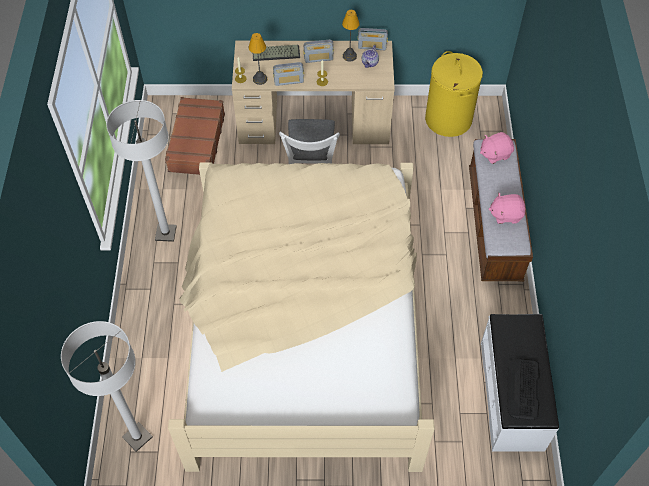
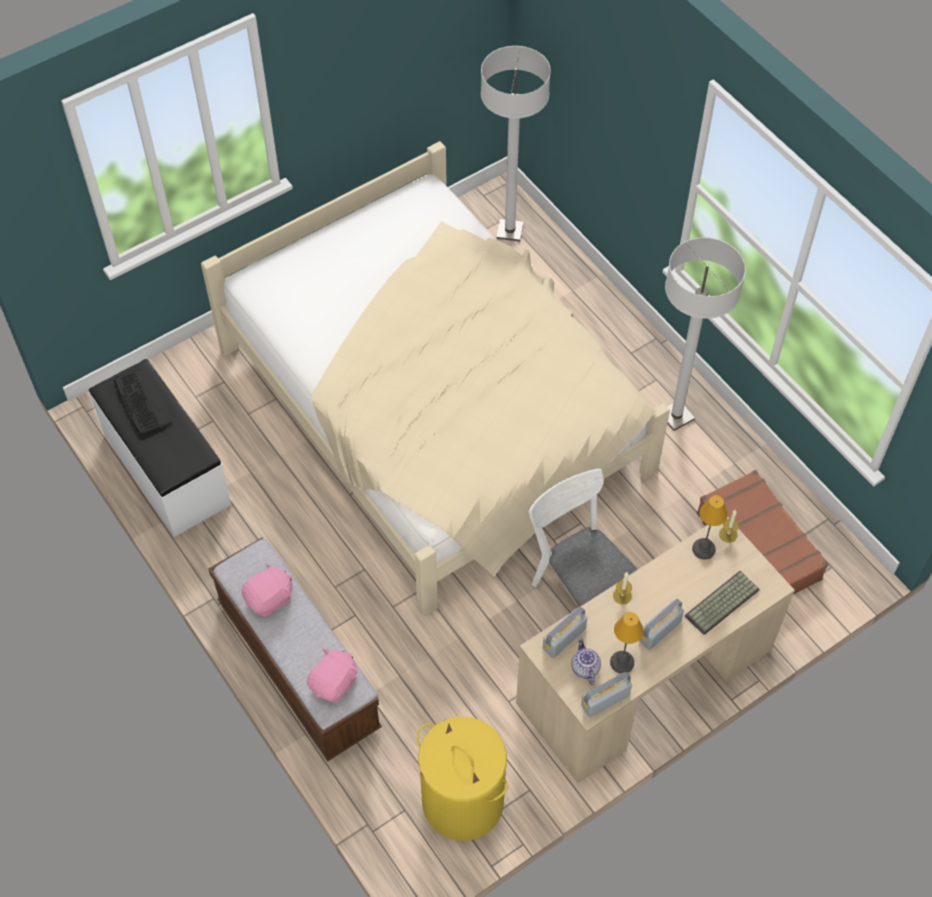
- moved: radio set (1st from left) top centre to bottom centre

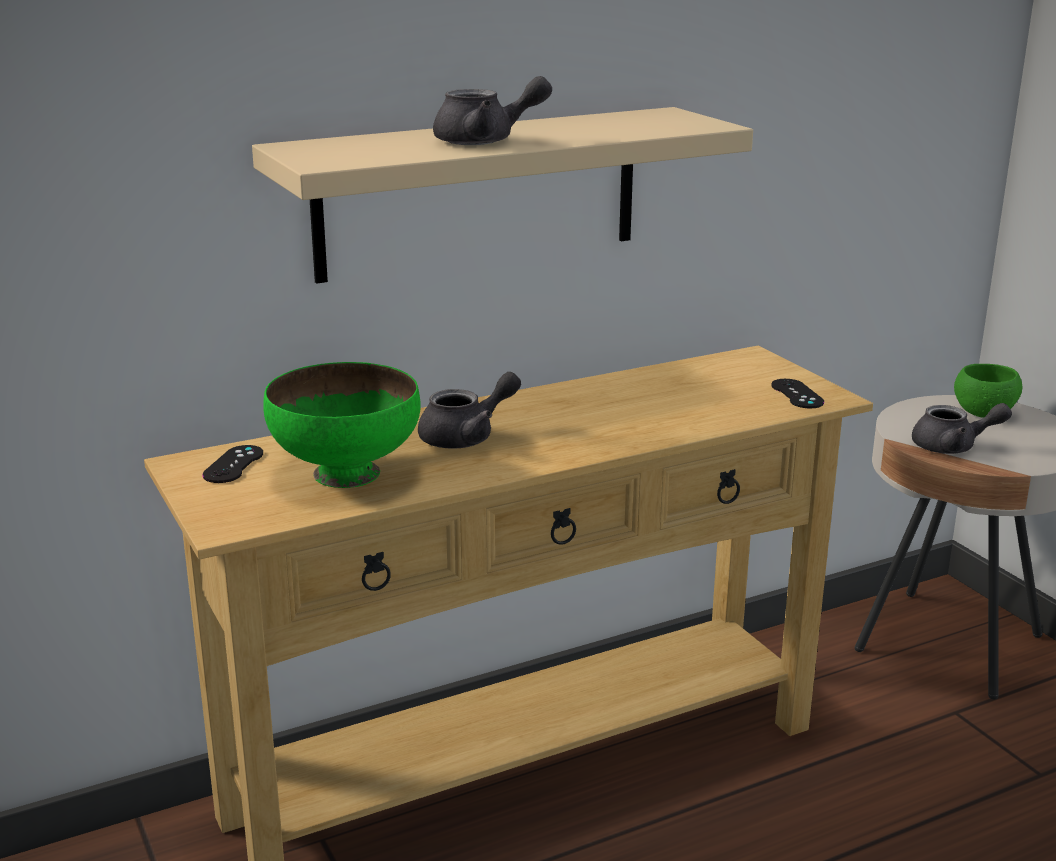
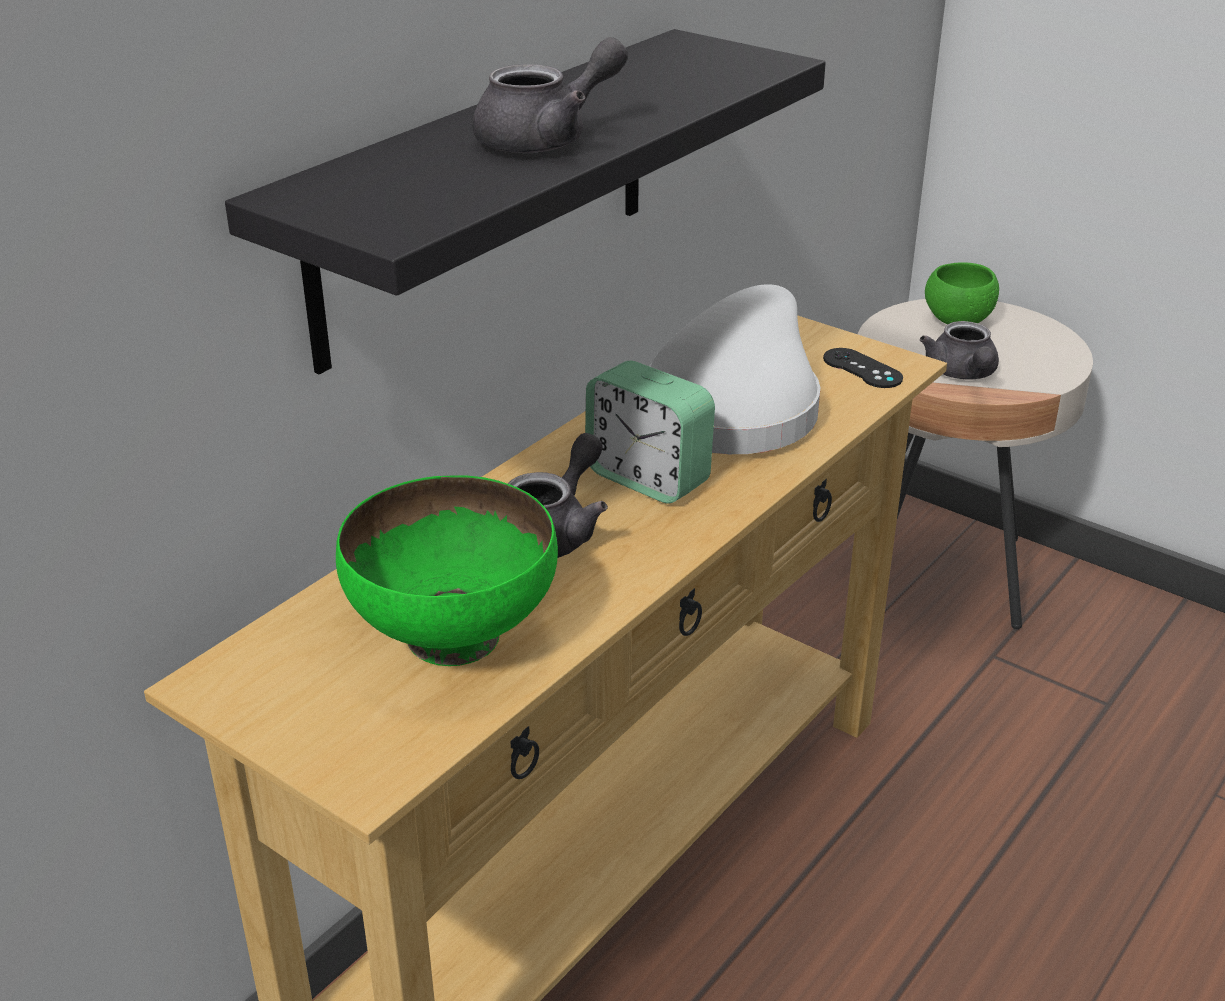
- recoloured: bracket shelf (beige) top centre to bracket shelf (black-coloured) top centre
- turned: pot for tea (gray) (3rd from left) middle right = middle right 105 degrees clockwise
- removed: joypad (black-coloured) (1st from left) middle left
- added: clothing hat (white) centre
- added: table clock centre

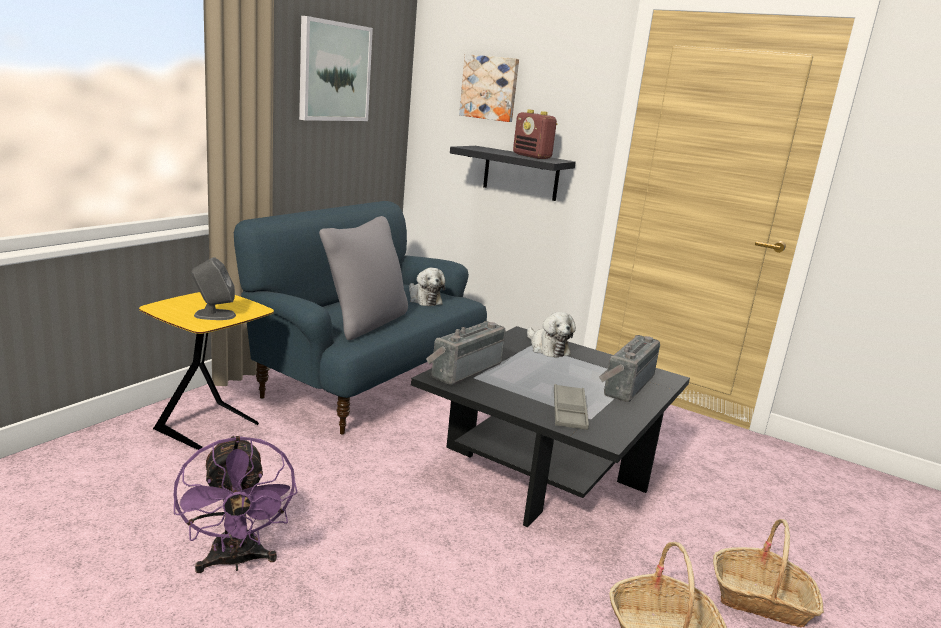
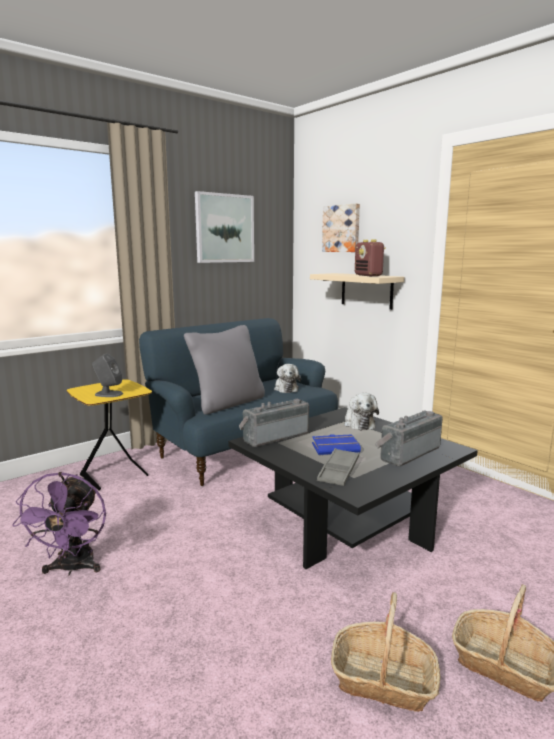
- recoloured: bracket shelf (black-coloured) top centre to bracket shelf (beige) centre
- added: volume (bluish) centre

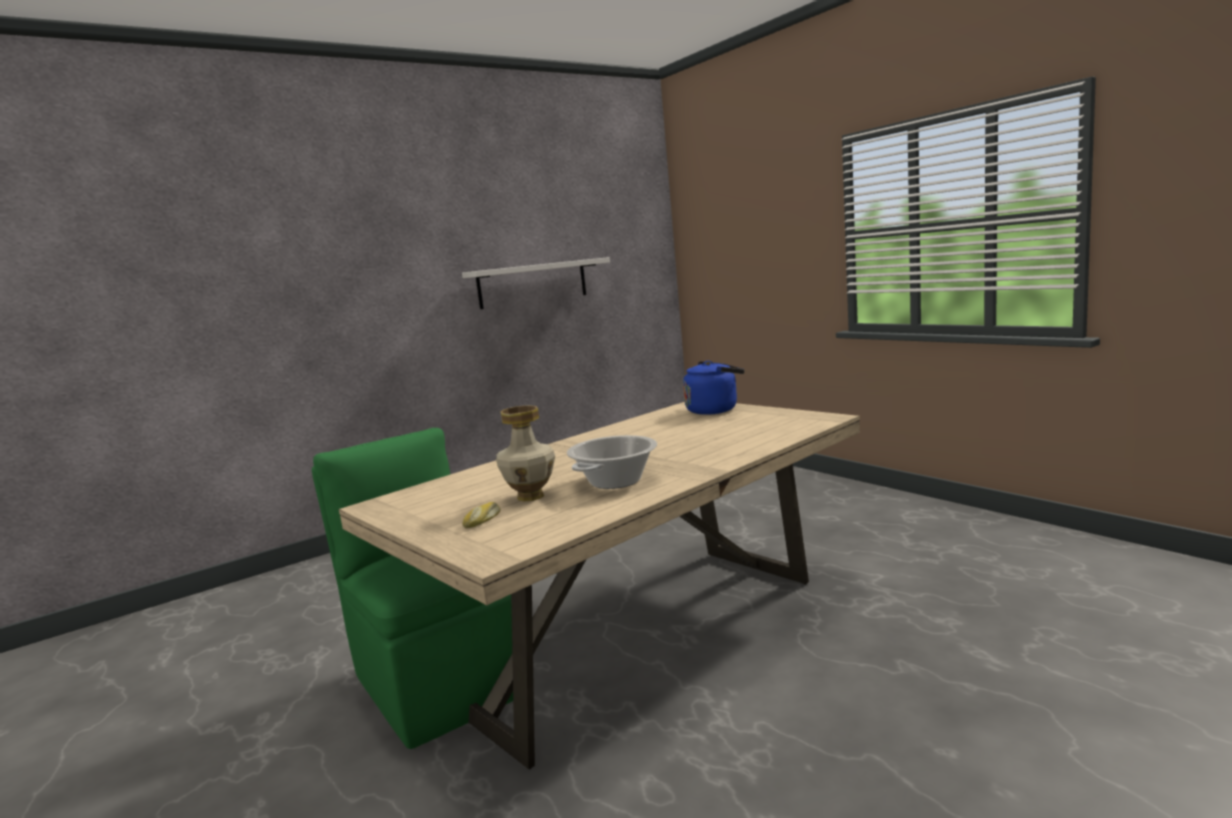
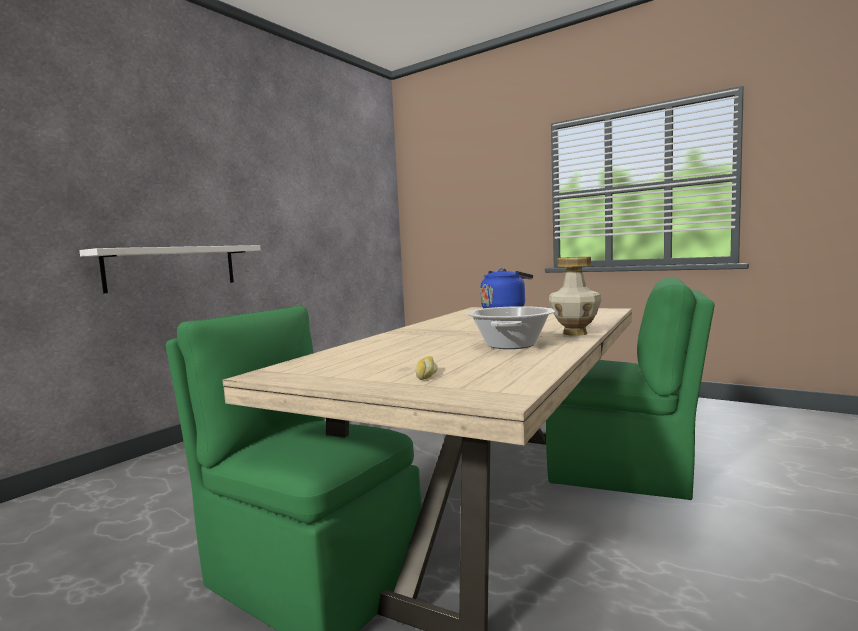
- moved: bracket shelf (white) centre to middle left
- moved: decorative vase centre to middle right
- added: plain chair (green-coloured) (2nd from left) middle right

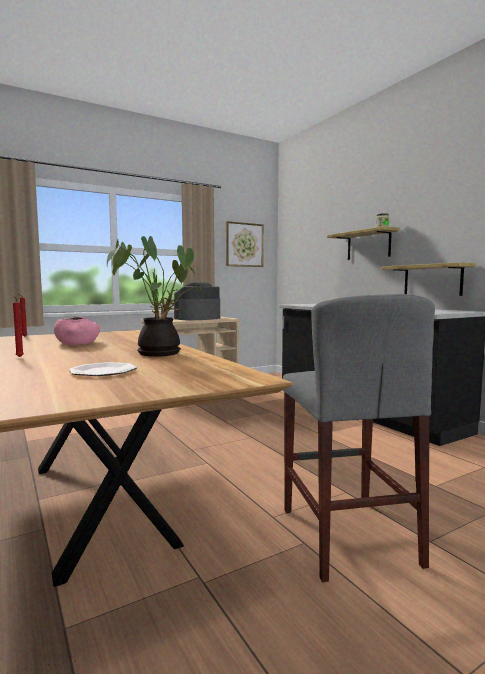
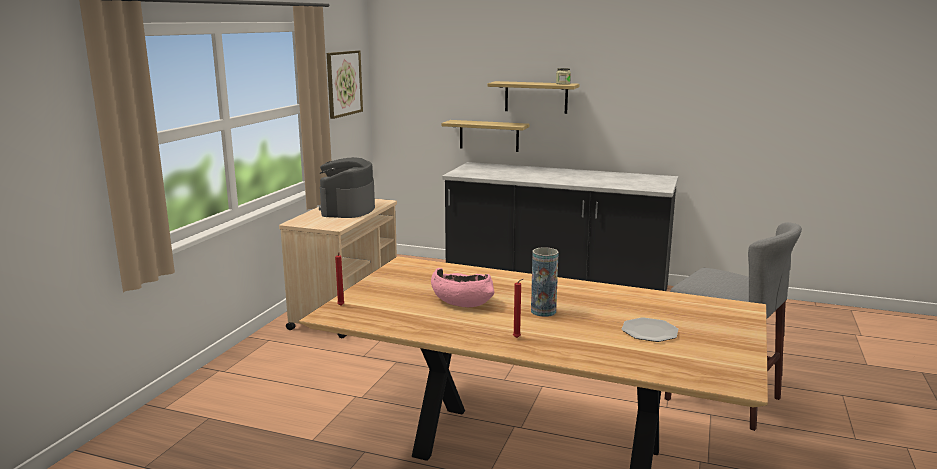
- removed: potted plant middle left
- moved: bracket shelf (2nd from left in the first image) middle right to bracket shelf (1st from left) top centre
- added: decorative vase centre

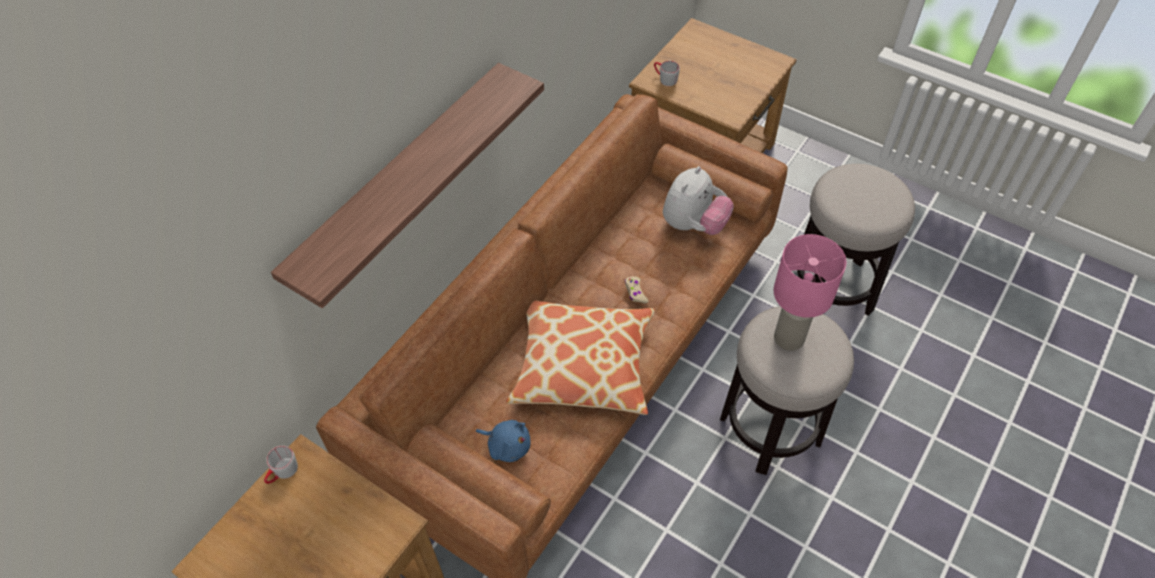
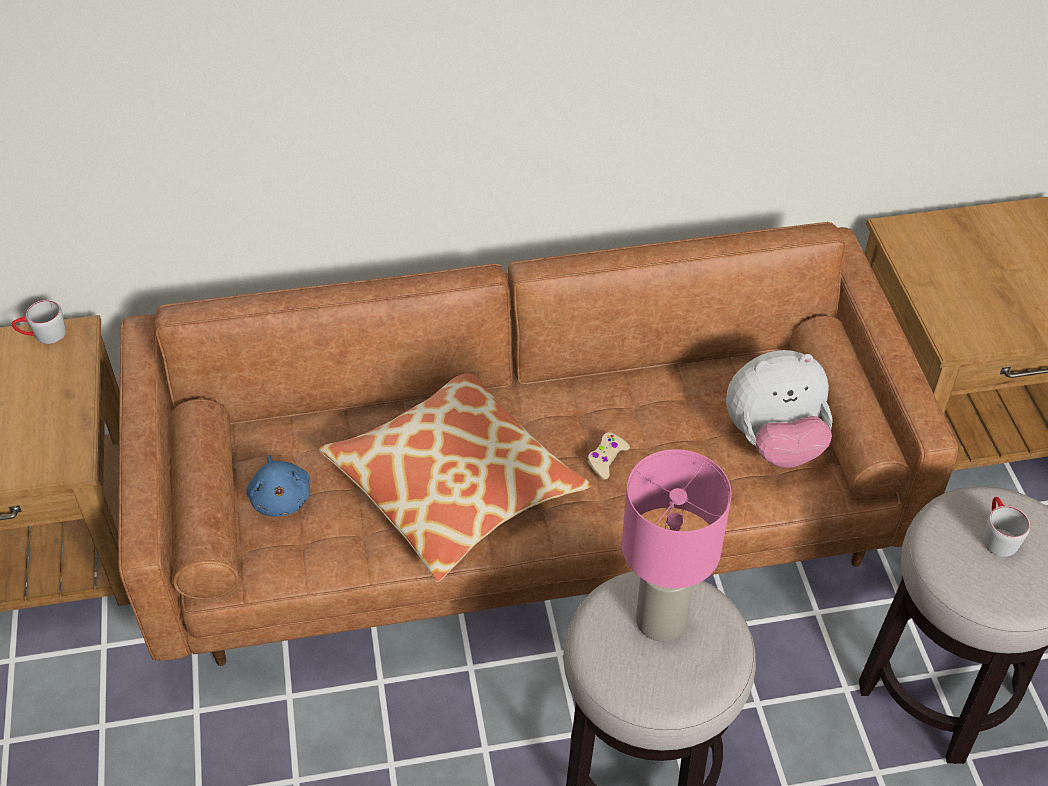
- moved: tea mug (gray) (2nd from left) top centre to bottom right
- removed: bracket shelf top centre

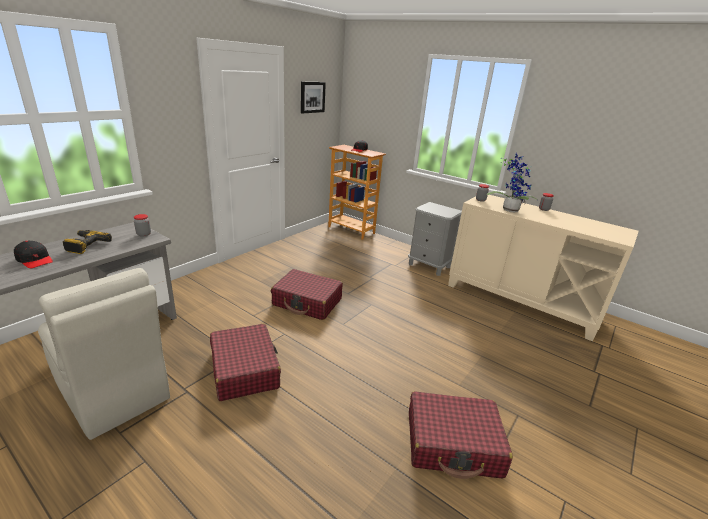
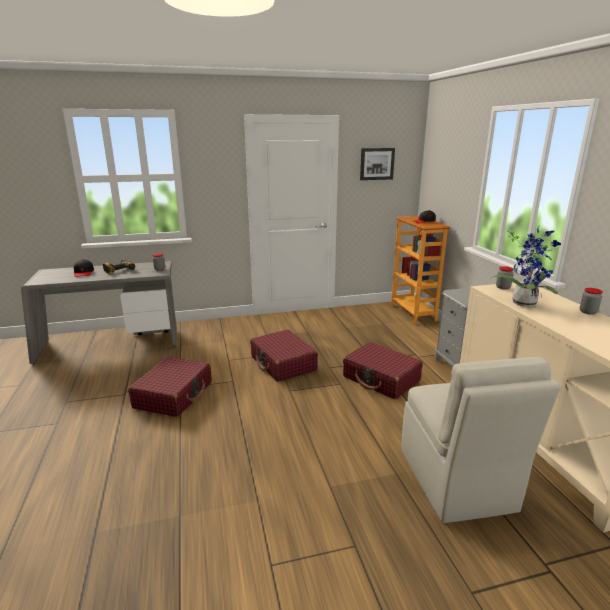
- moved: plain chair (beige) bottom left to bottom right
- moved: piece of luggage (reddish) (3rd from left) bottom centre to centre

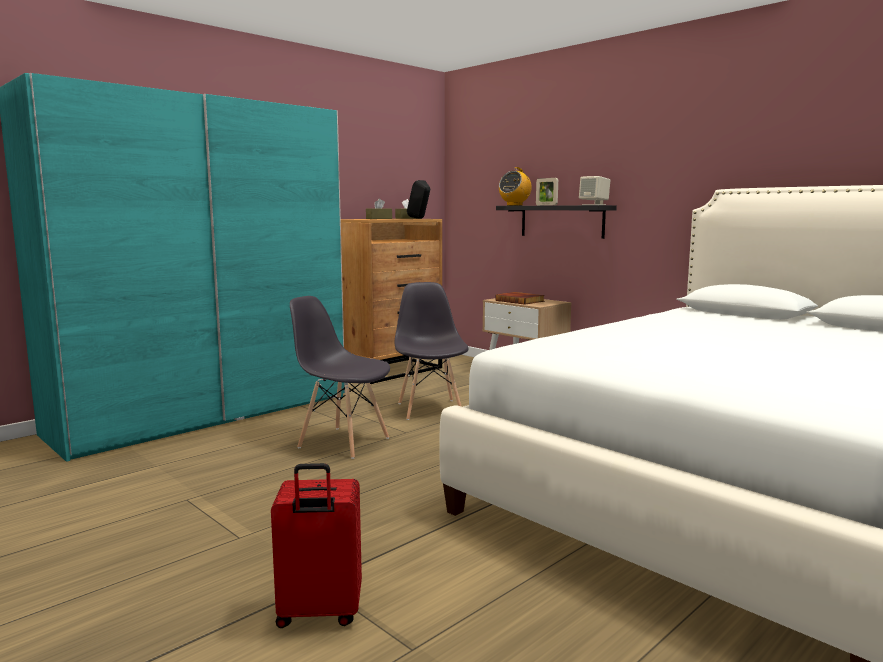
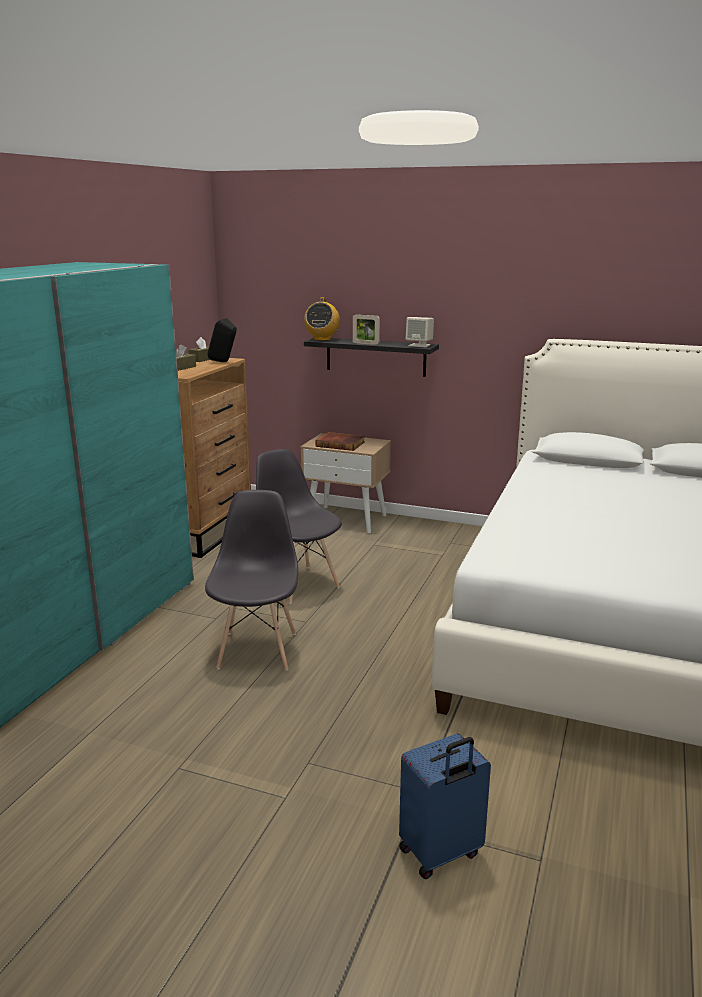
- turned: plain chair (gray) (1st from left) centre = centre 90 degrees clockwise
- recoloured: piece of luggage (reddish) bottom centre to piece of luggage (bluish) bottom centre

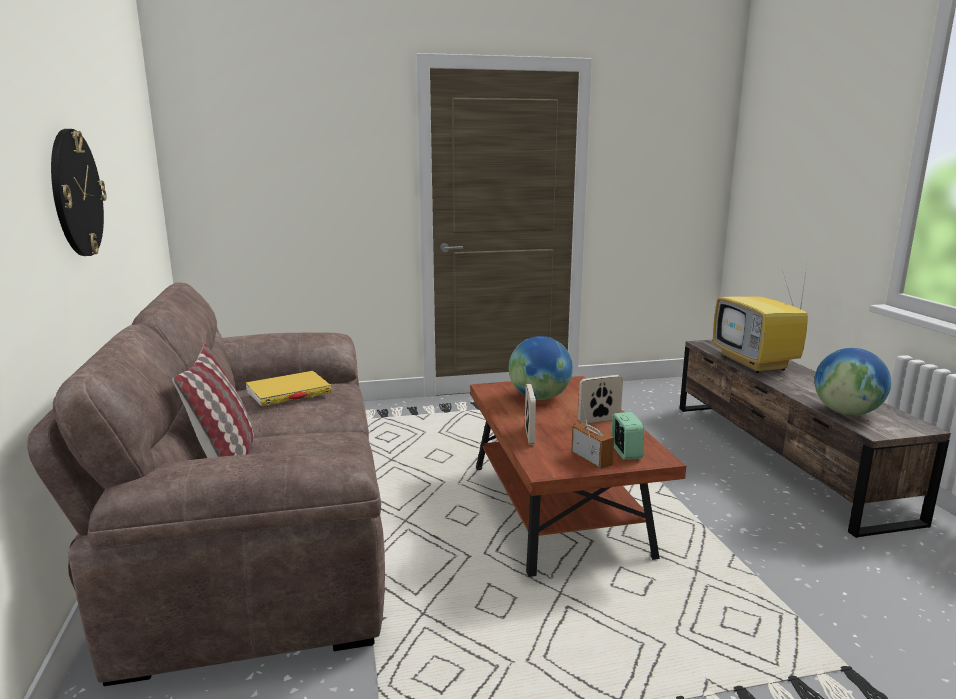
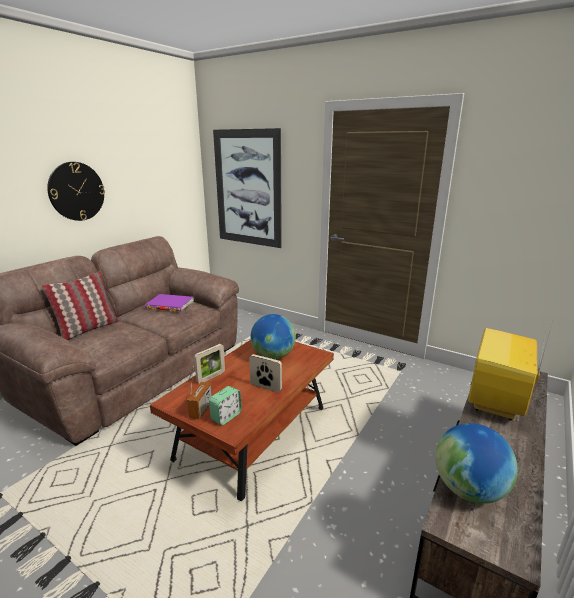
- recoloured: volume (yellowish) middle left to volume (purple) middle left
- added: wall art top centre

